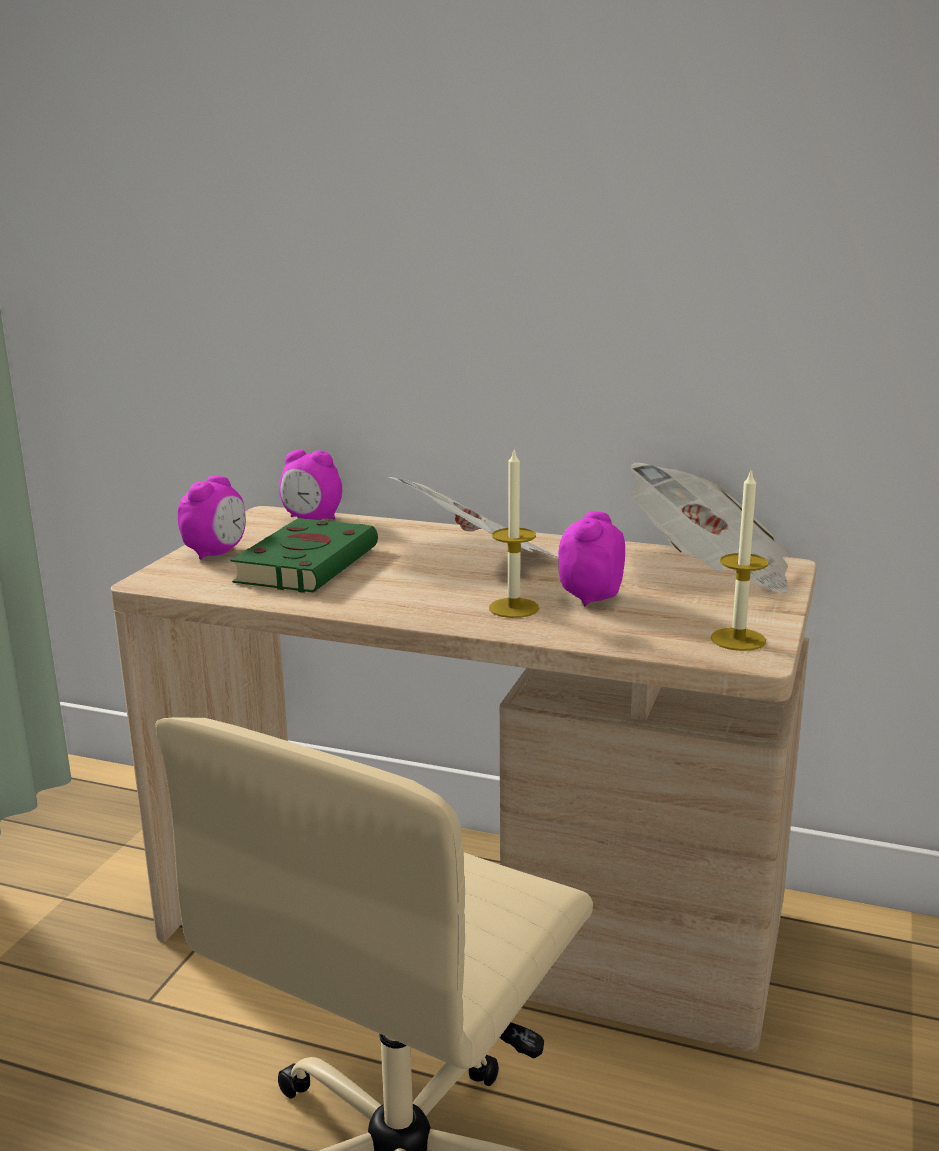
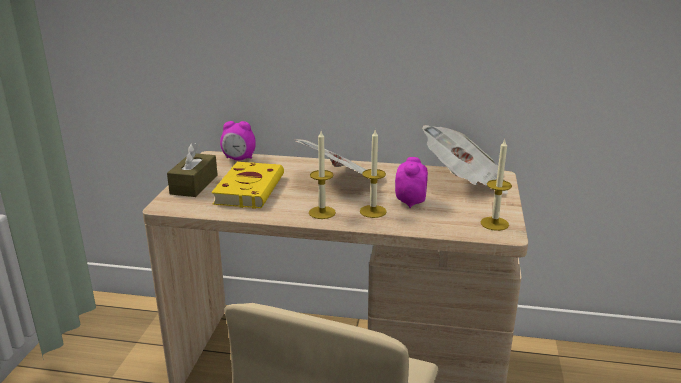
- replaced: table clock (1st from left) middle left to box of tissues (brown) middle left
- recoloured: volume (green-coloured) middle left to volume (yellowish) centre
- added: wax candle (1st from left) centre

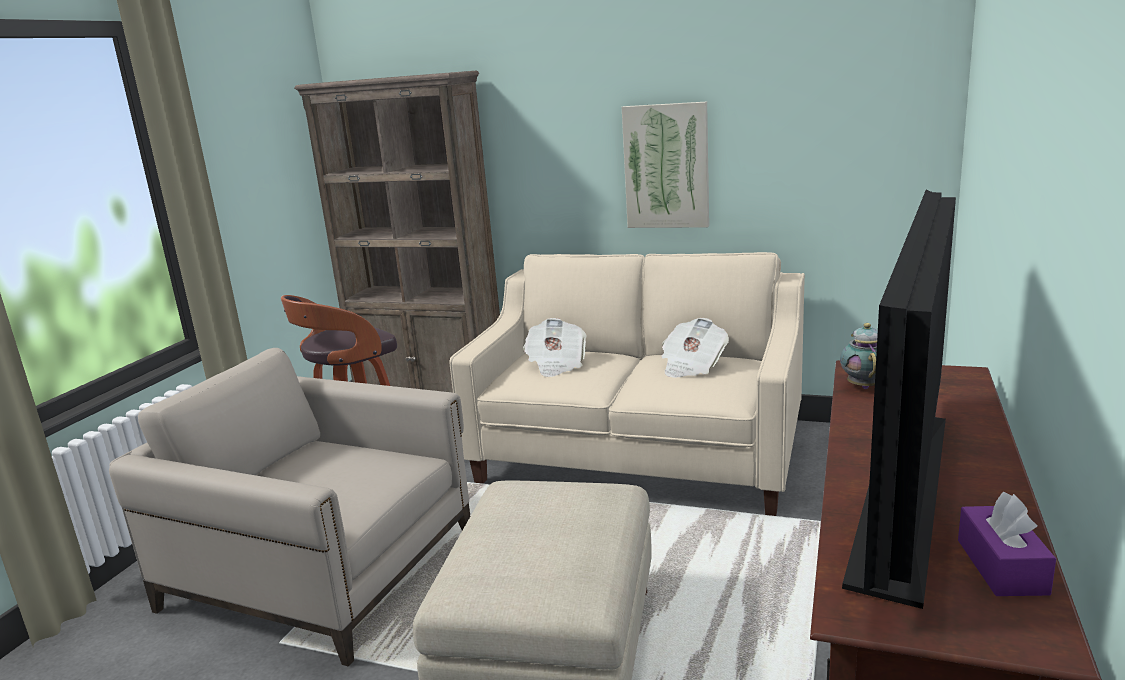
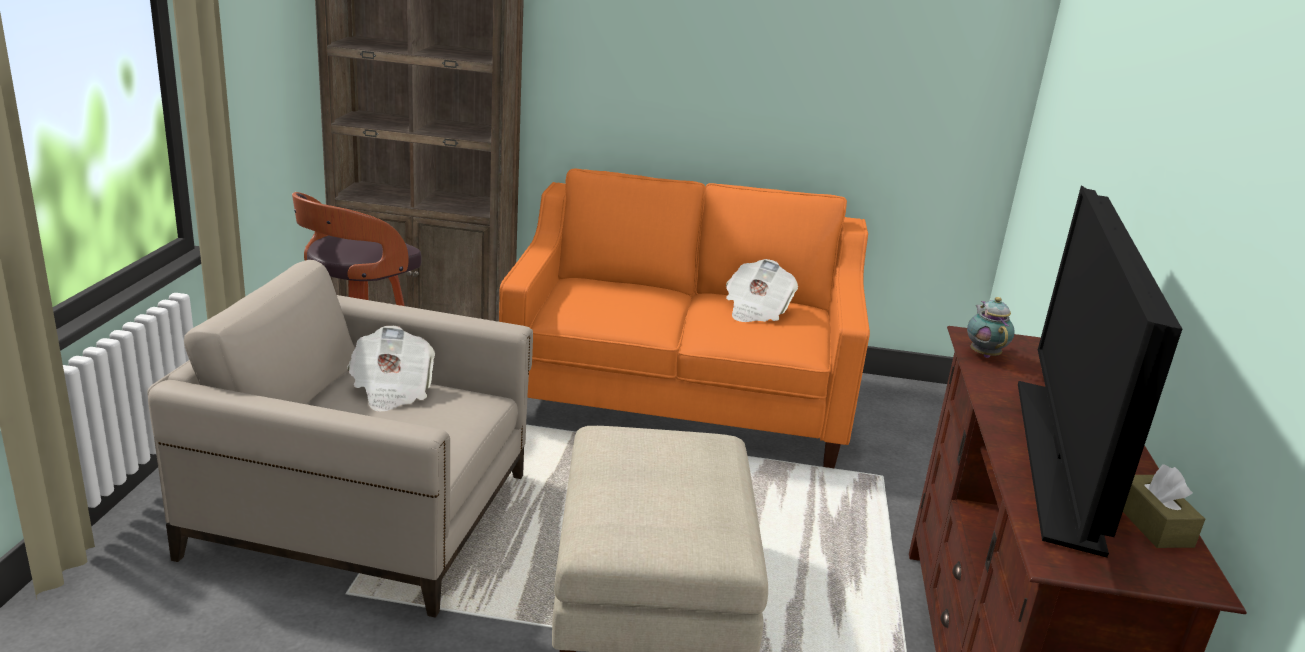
- removed: wall art top centre
- recoloured: settee (beige) centre to settee (orangey) centre
- moved: newspaper (1st from left) centre to middle left
- recoloured: box of tissues (purple) bottom right to box of tissues (brown) bottom right

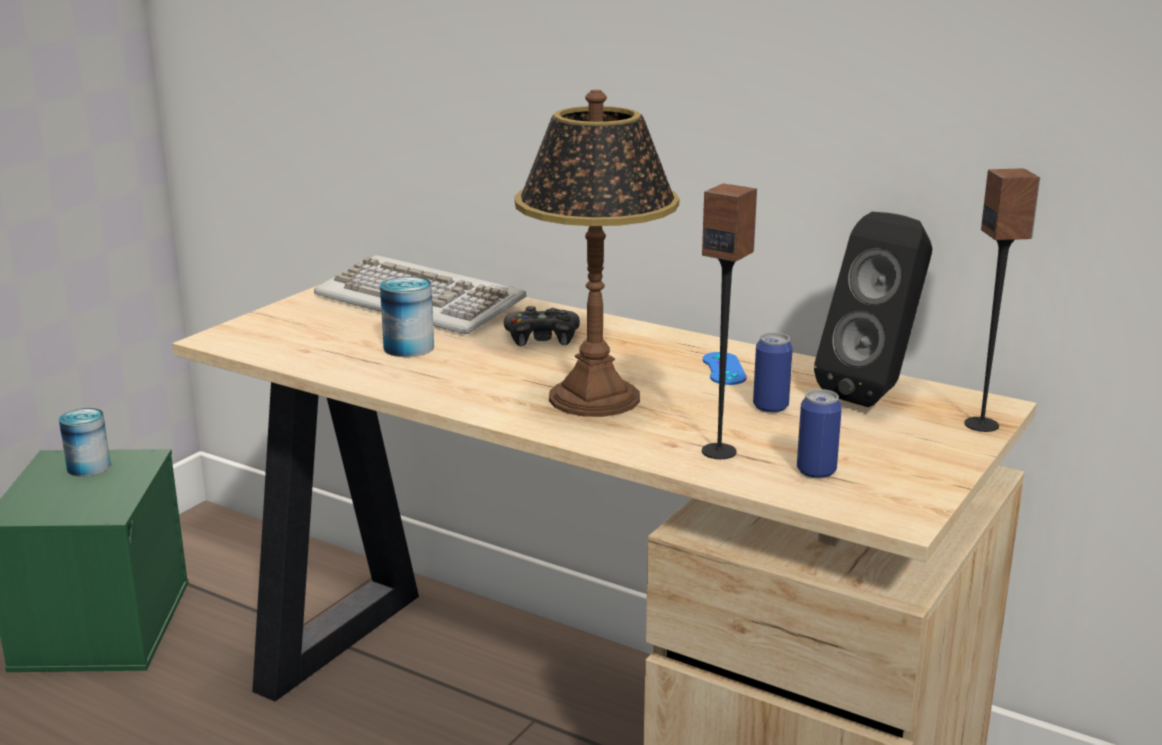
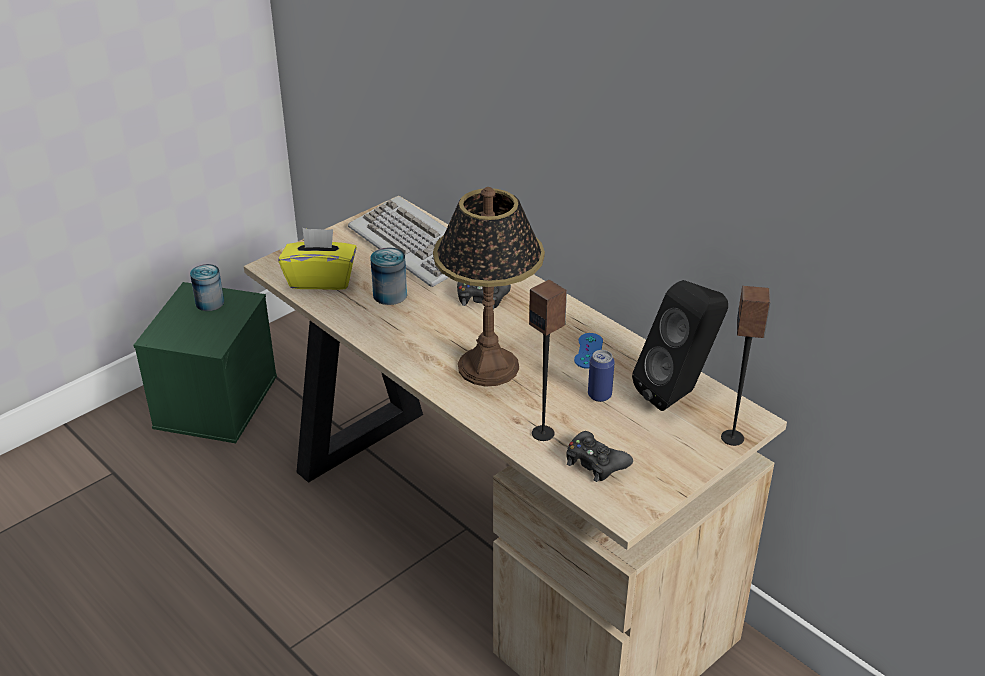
- replaced: can (4th from left) middle right to joypad (black-coloured) (2nd from left) bottom centre
- added: box of tissues (yellowish) middle left

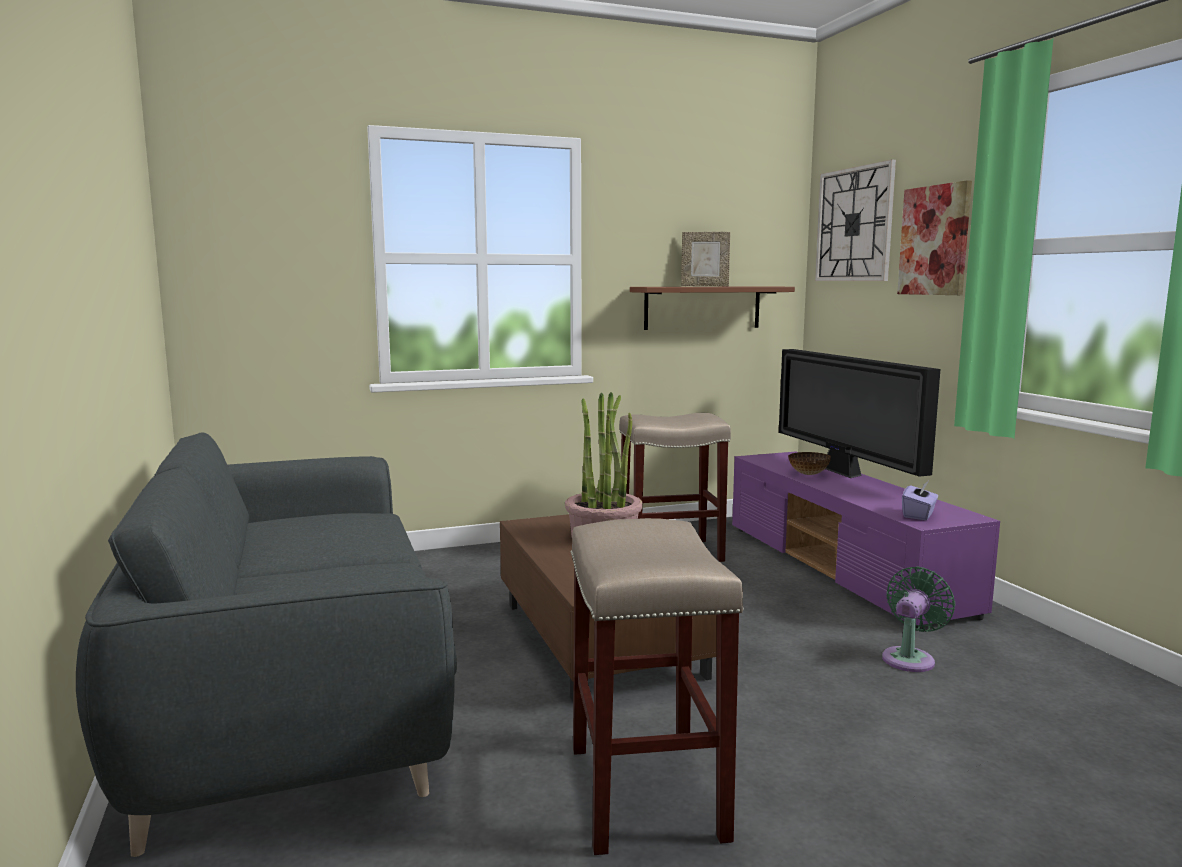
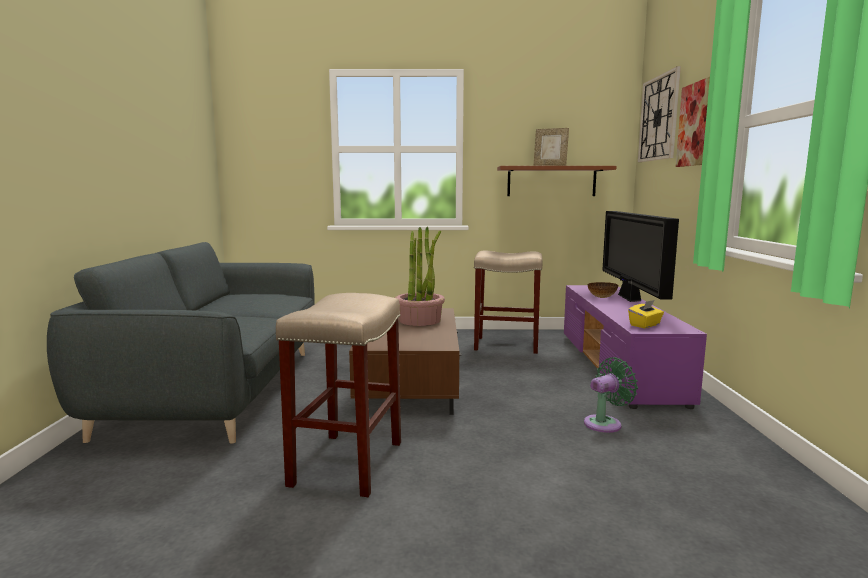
- recoloured: box of tissues (purple) middle right to box of tissues (yellowish) middle right

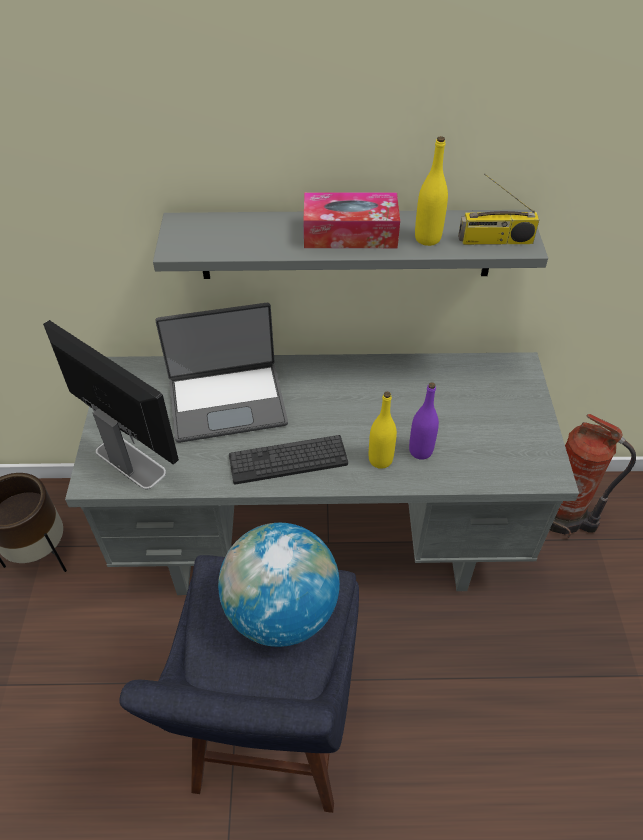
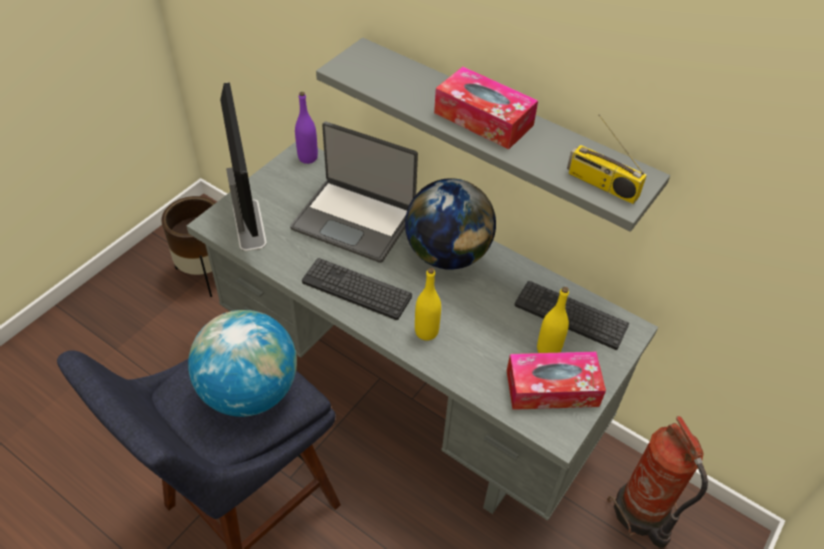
- moved: beverage bottle (yellowish) (2nd from left) top right to middle right
- moved: beverage bottle (purple) centre to top centre
- added: desk globe (2nd from left) centre
- added: computer keyboard (2nd from left) middle right
- added: box of tissues (2nd from left) bottom right

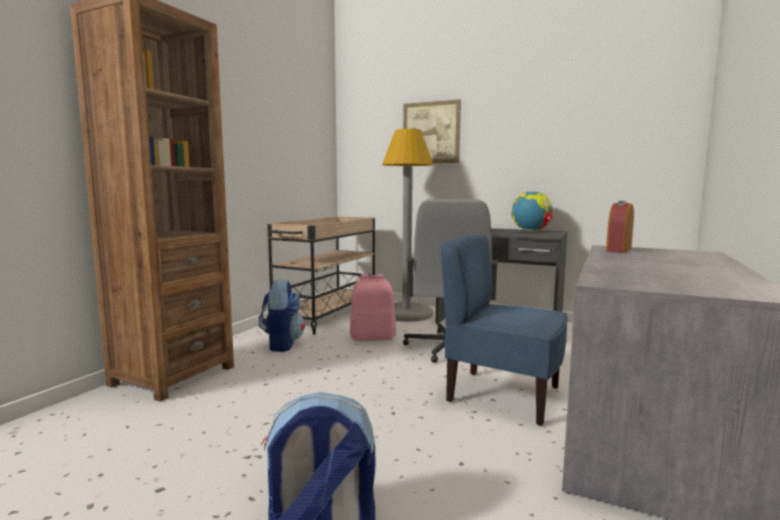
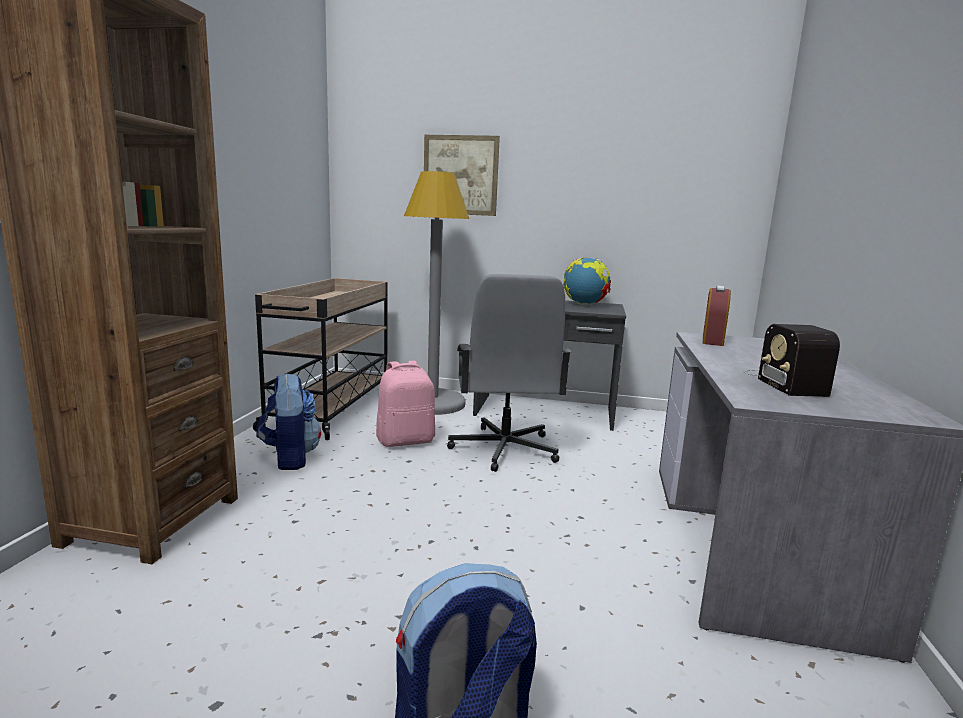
- removed: plain chair (bluish) centre
- added: radio set middle right

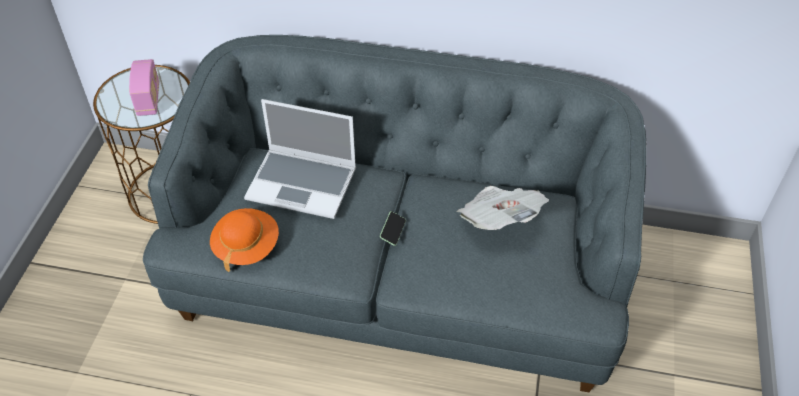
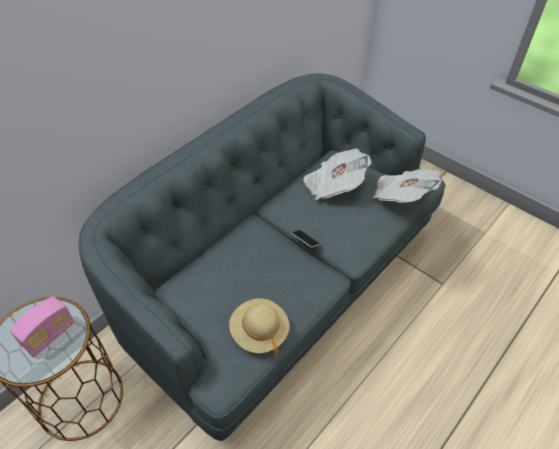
- turned: radio set top left = bottom left 105 degrees clockwise
- removed: portable computer centre
- recoloured: clothing hat (orangey) middle left to clothing hat (beige) bottom centre
- added: newspaper (2nd from left) middle right

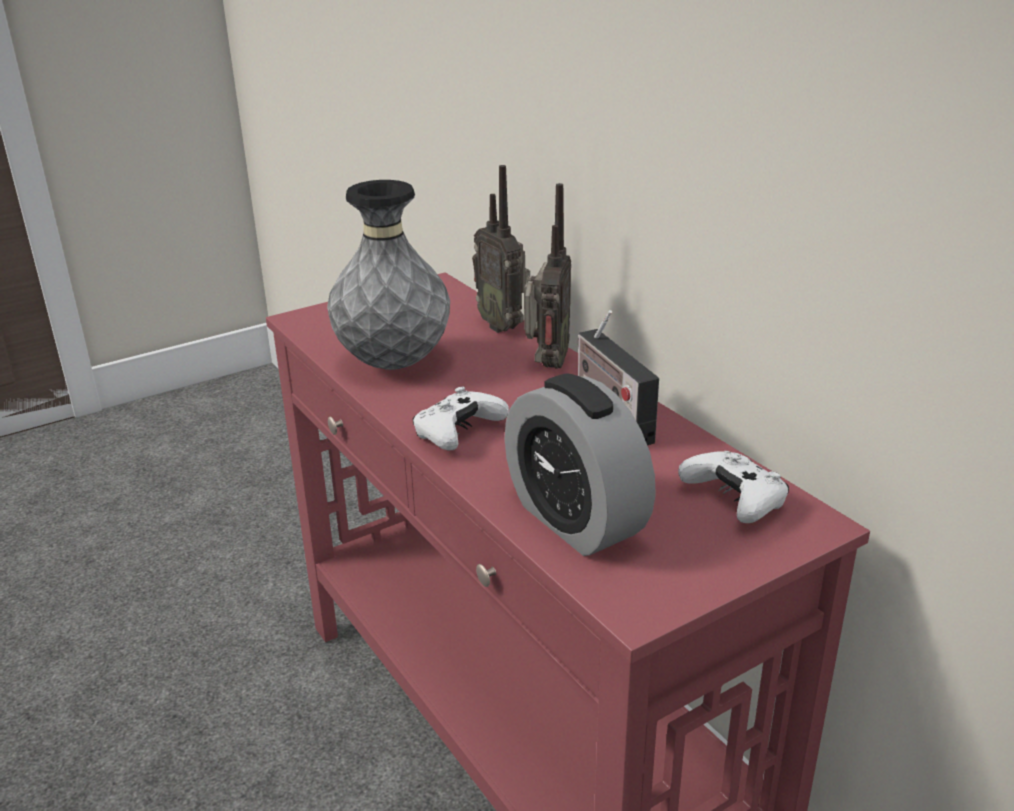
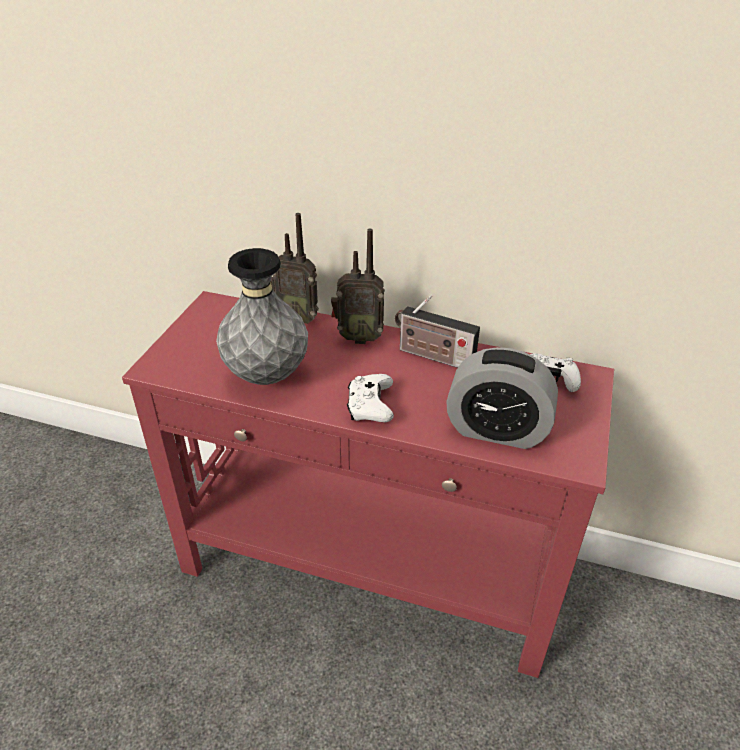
- turned: radio set (2nd from left) centre = centre 120 degrees clockwise

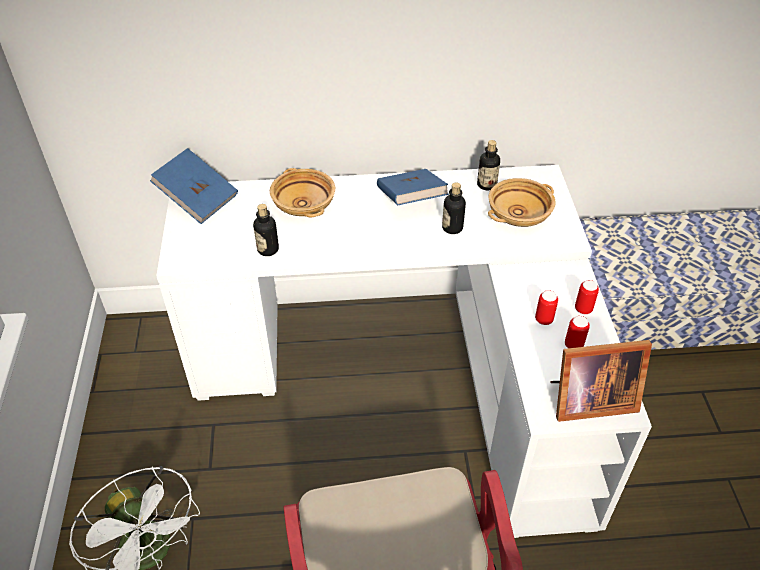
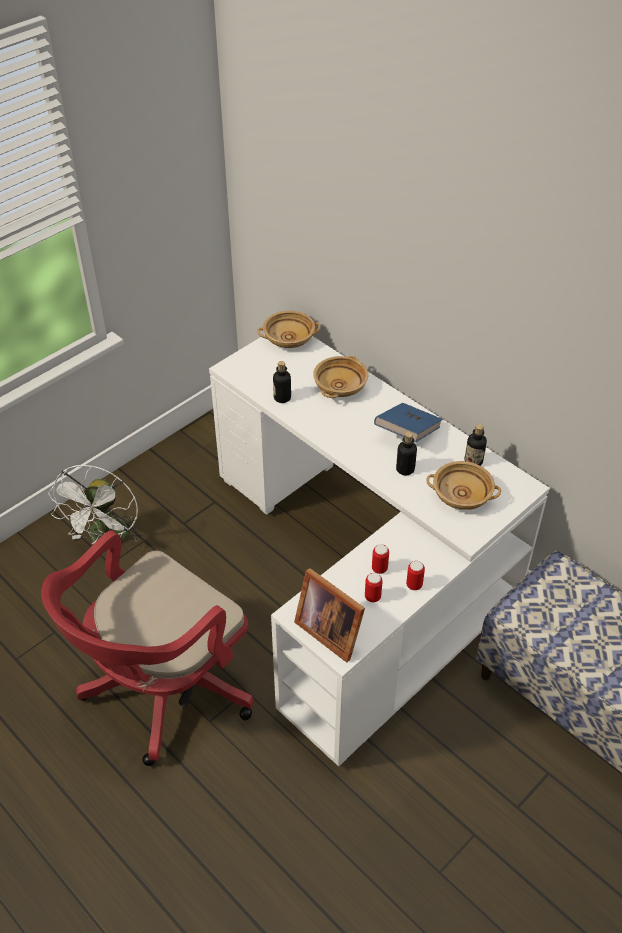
- replaced: volume (bluish) (1st from left) top left to serving bowl (beige) (1st from left) centre

